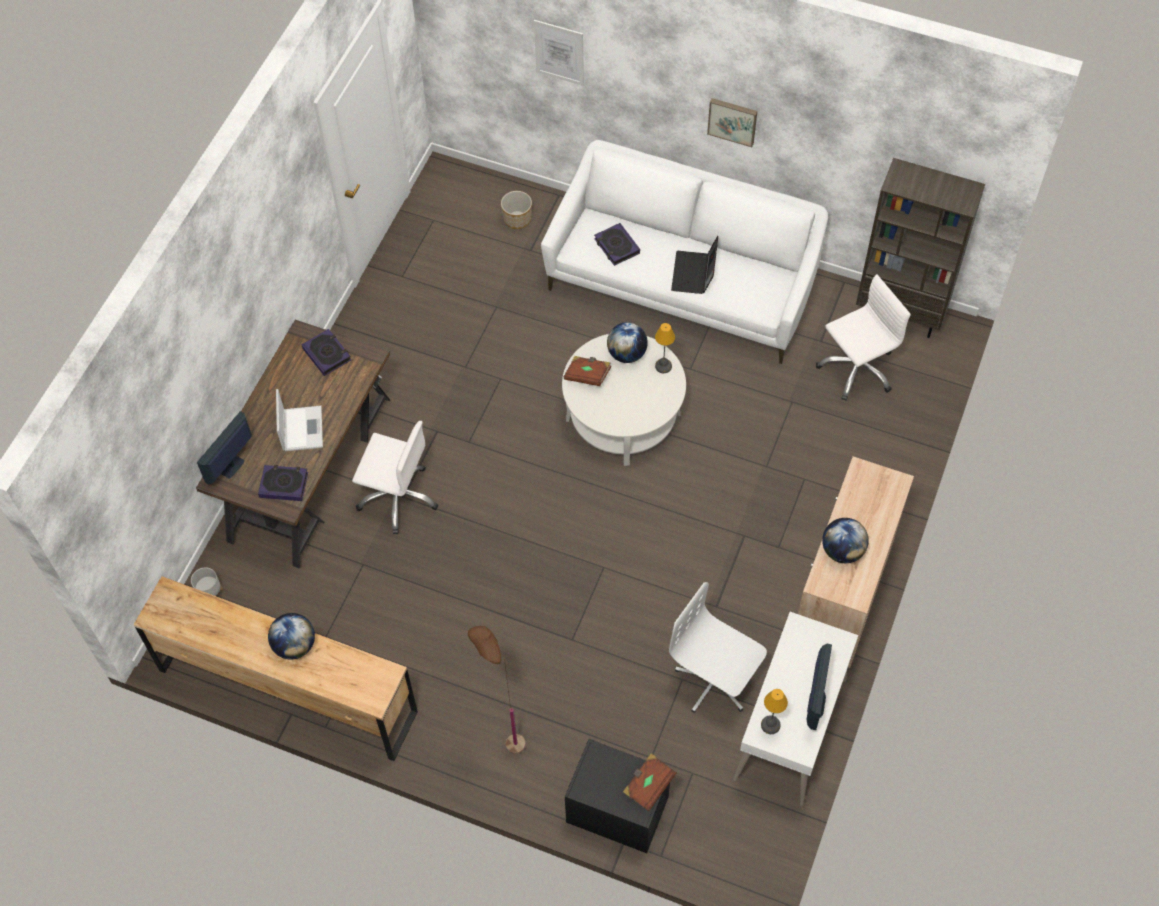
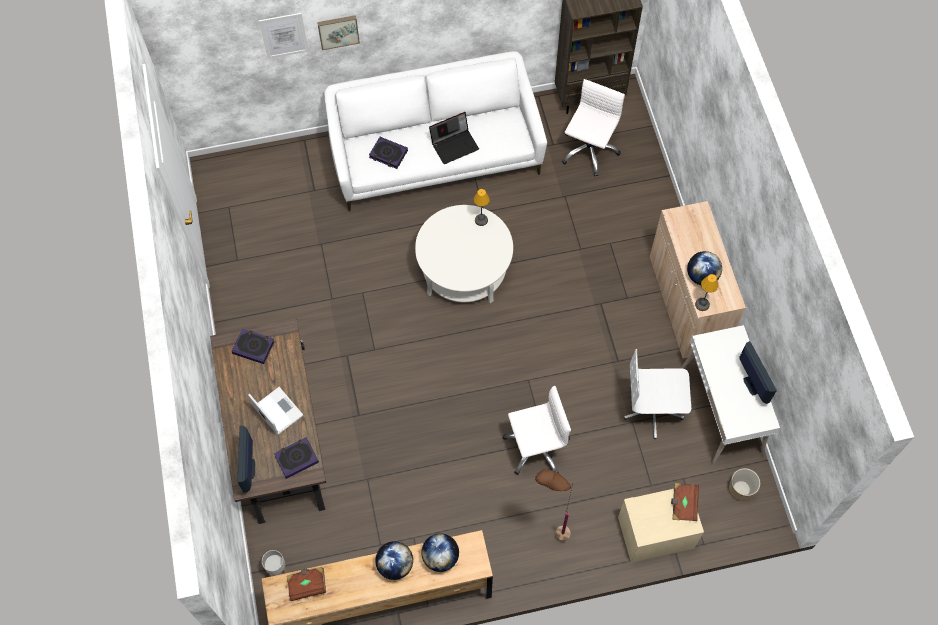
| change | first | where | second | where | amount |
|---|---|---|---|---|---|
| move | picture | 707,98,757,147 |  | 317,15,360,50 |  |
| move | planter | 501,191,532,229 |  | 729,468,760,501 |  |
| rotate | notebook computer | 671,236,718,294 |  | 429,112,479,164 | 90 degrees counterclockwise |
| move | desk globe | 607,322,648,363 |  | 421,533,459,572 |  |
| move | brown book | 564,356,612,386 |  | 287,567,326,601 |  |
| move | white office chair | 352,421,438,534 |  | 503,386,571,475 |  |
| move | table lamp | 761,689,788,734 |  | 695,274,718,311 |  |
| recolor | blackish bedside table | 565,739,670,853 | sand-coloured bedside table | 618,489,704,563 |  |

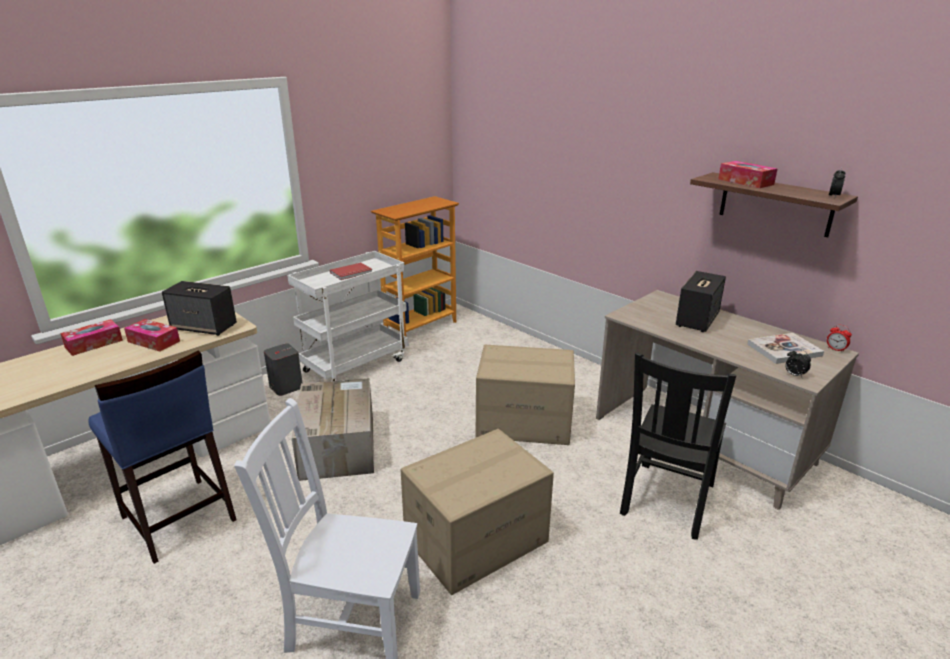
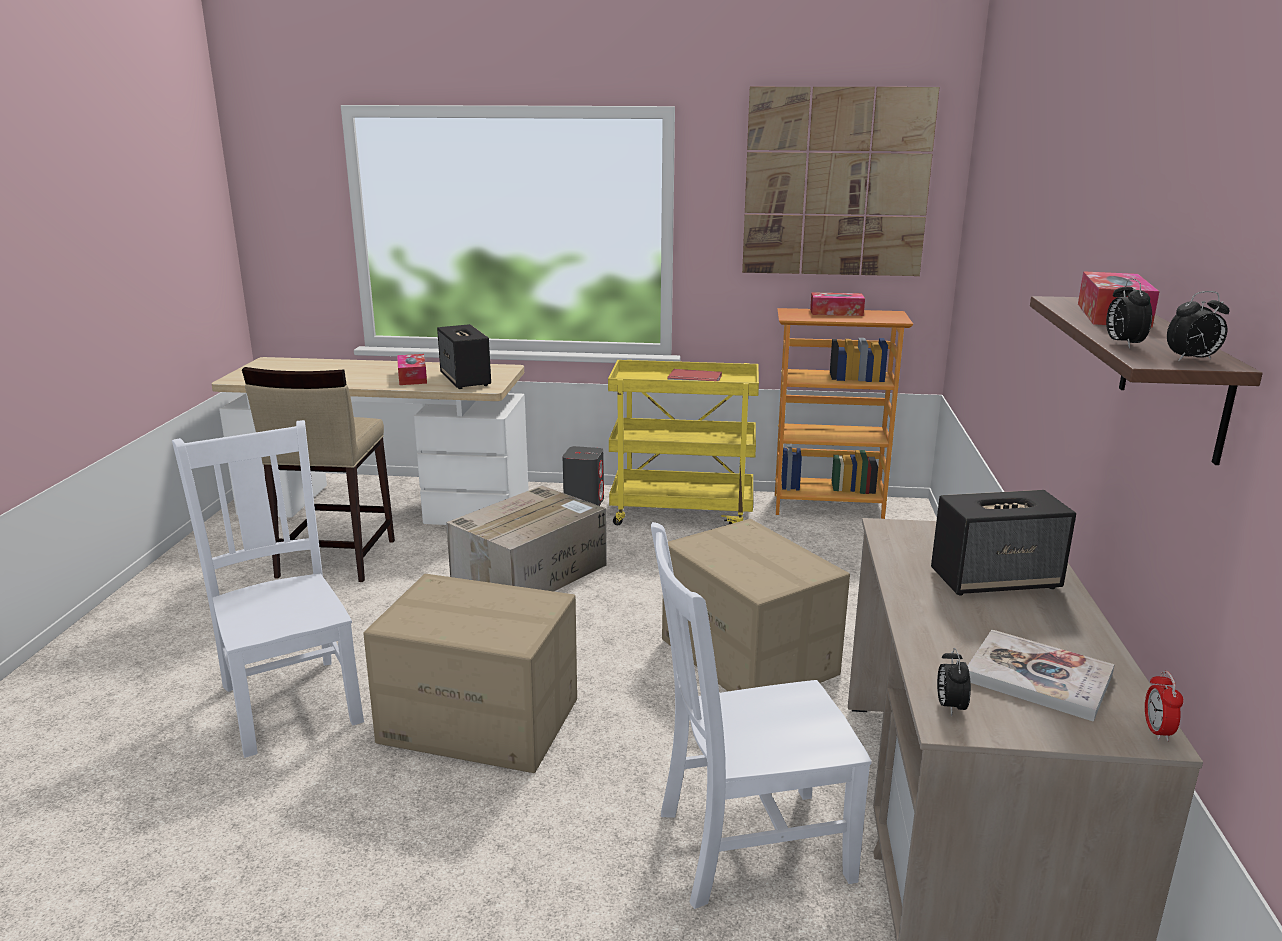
| change | first | where | second | where | amount |
|---|---|---|---|---|---|
| recolor | white cart | 287,251,409,381 | yellow cart | 608,360,759,525 |  |
| move | tissue box | 60,319,123,356 |  | 810,292,865,316 |  |
| recolor | bluish stool | 89,350,237,564 | sand-coloured stool | 242,367,395,582 |  |
| recolor | blackish upright chair | 620,352,736,540 | white upright chair | 651,522,872,909 |  |
| insert |  |  | picture | 742,87,940,276 |  |
| insert |  |  | alarm clock | 1106,278,1152,348 |  |

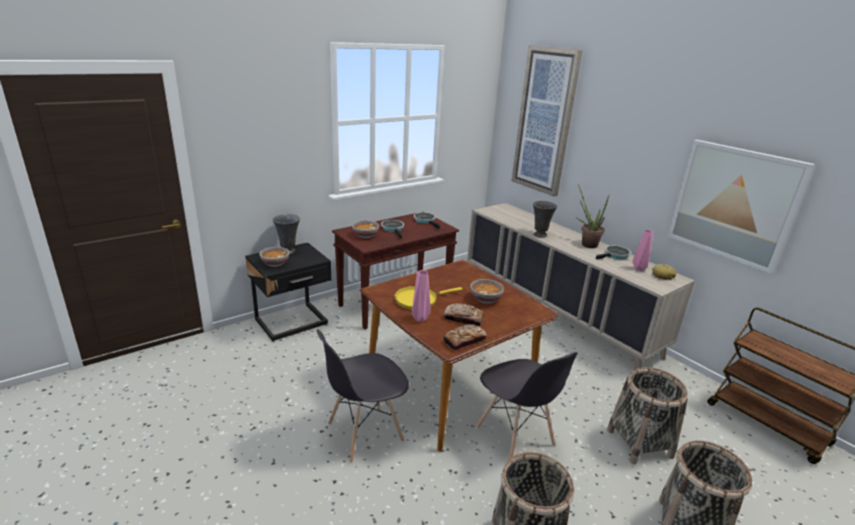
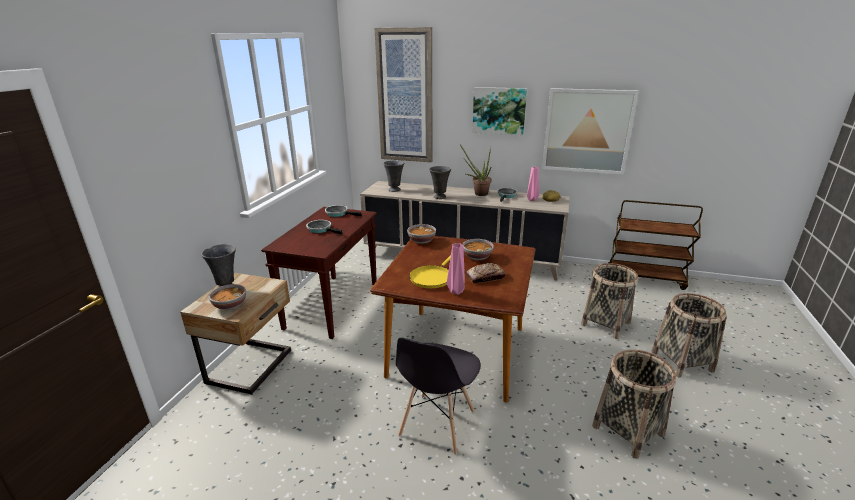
| change | first | where | second | where | amount |
|---|---|---|---|---|---|
| move | bowl | 352,220,379,238 |  | 407,224,436,244 |  |
| recolor | blackish bedside table | 245,243,332,342 | sand-coloured bedside table | 180,273,291,395 |  |
| delete | bread | 443,324,487,351 |  |  |  |
| delete | grey upright chair | 476,352,578,459 |  |  |  |
| insert |  |  | picture | 472,87,527,135 |  |
| insert |  |  | grey decorative vase | 383,160,405,192 |  |

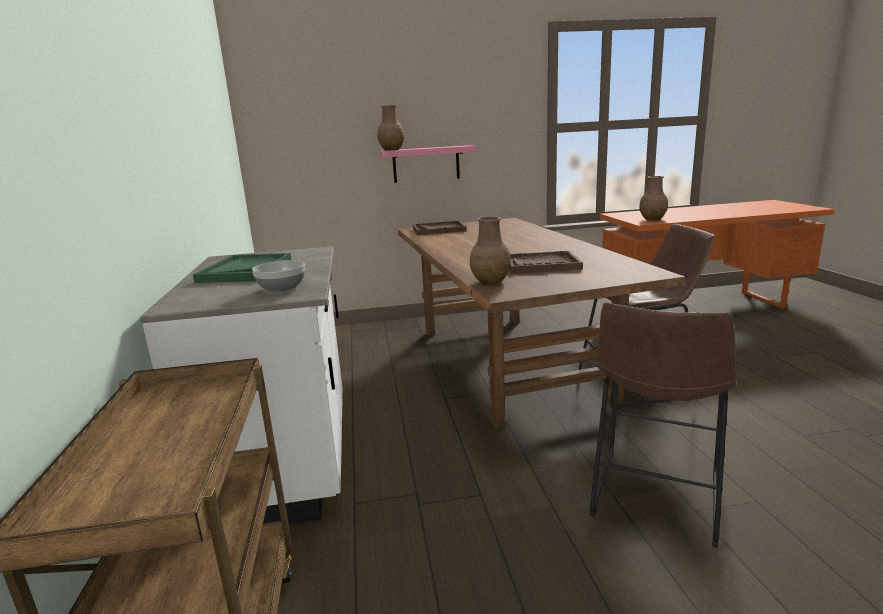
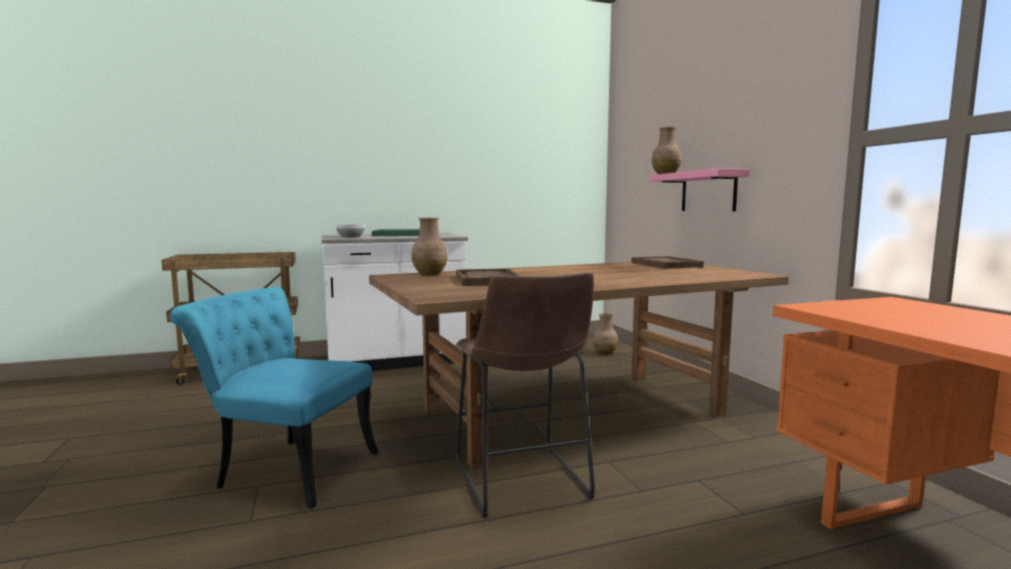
| change | first | where | second | where | amount |
|---|---|---|---|---|---|
| move | brown decorative vase | 639,176,668,220 |  | 593,313,618,354 |  |
| replace | brown stool | 589,303,737,548 | turquoise-coloured upright chair | 170,287,379,509 |  |

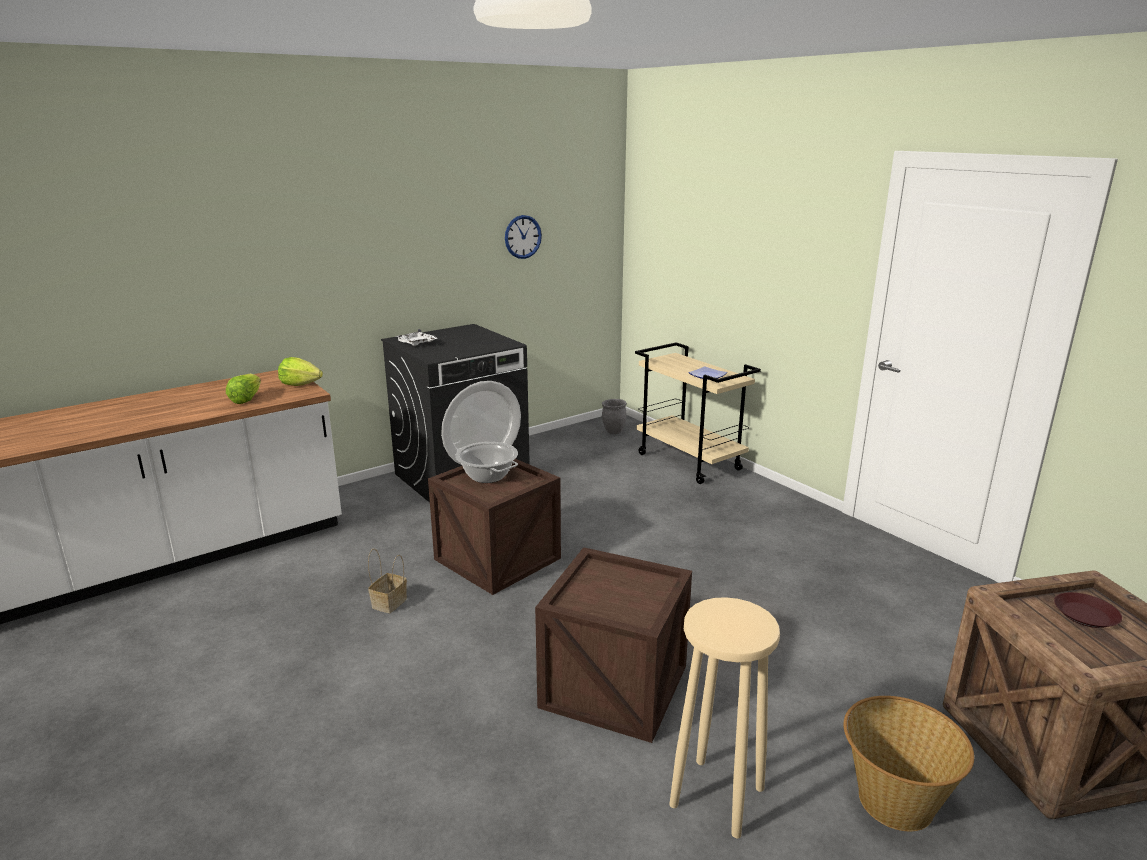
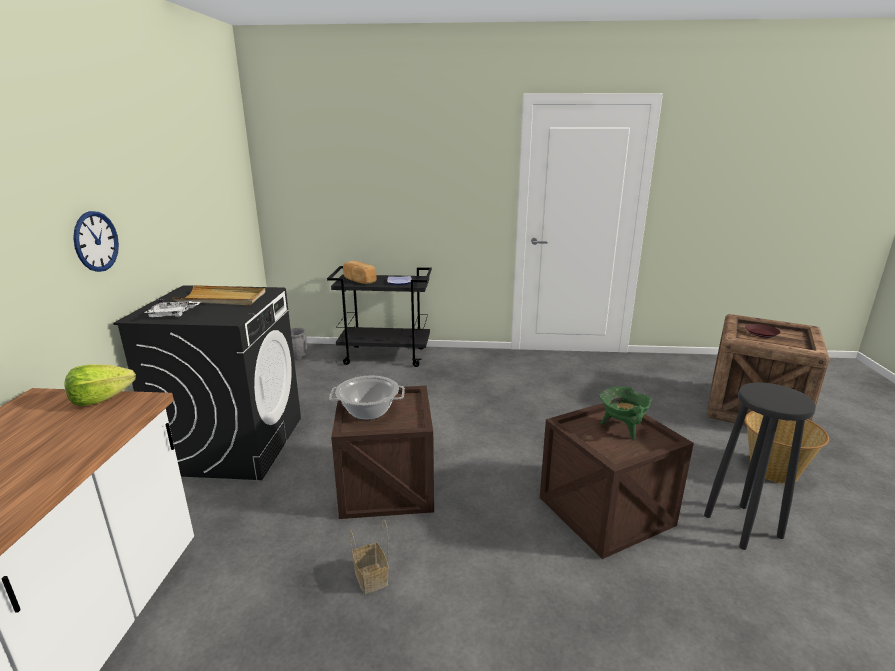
| change | first | where | second | where | amount |
|---|---|---|---|---|---|
| move | clock on the wall | 505,215,542,259 |  | 73,211,119,272 |  |
| recolor | sand-coloured cart | 635,342,761,484 | blackish cart | 327,266,432,367 |  |
| delete | head of lettuce | 226,374,261,404 |  |  |  |
| recolor | sand-coloured stool | 669,597,780,838 | blackish stool | 704,382,816,550 |  |
| insert |  |  | bread | 343,260,377,284 |  |
| insert |  |  | sand-coloured serving tray | 172,285,266,305 |  |
| insert |  |  | greenish saucepot | 599,387,652,440 |  |

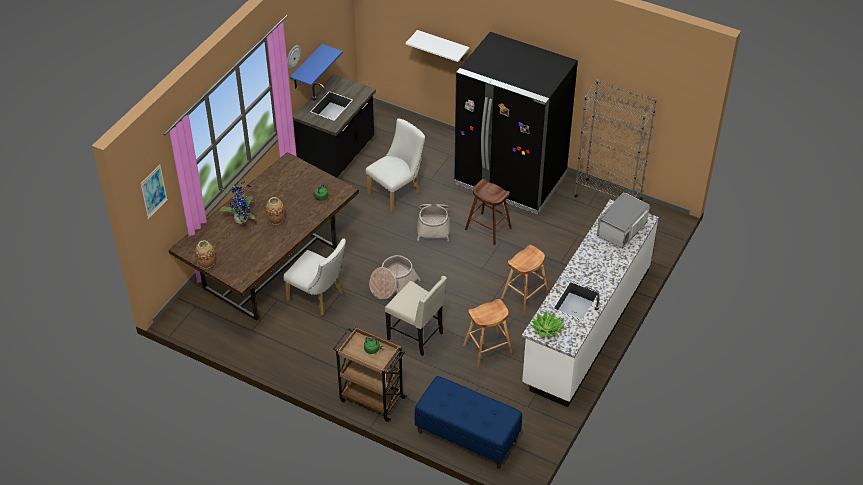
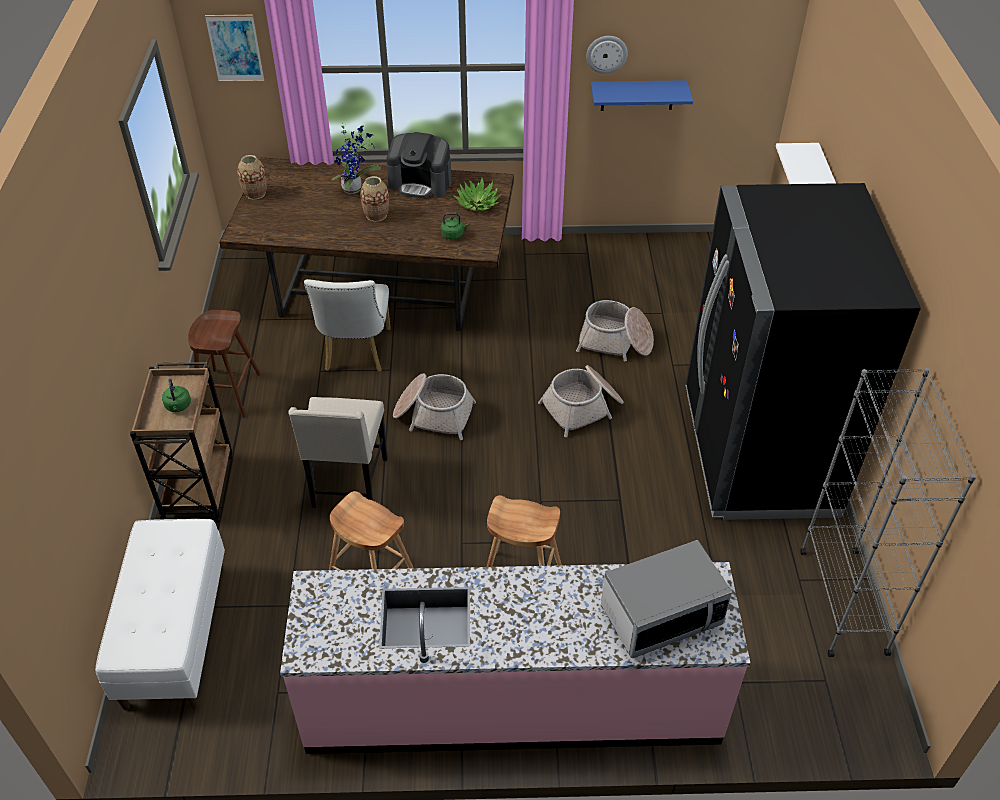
| change | first | where | second | where | amount |
|---|---|---|---|---|---|
| delete | blackish kitchen counter | 293,74,376,178 |  |  |  |
| replace | white upright chair | 365,119,425,212 | basket | 576,300,654,361 |  |
| move | brown stool | 465,179,512,245 |  | 188,310,261,417 |  |
| rotate | microwave | 597,192,650,249 |  | 601,540,732,658 | 150 degrees clockwise |
| recolor | white kitchen counter | 522,200,659,407 | pinkish kitchen counter | 280,562,750,754 |  |
| move | houseplant | 530,311,565,338 |  | 453,177,501,211 |  |
| recolor | bluish indoor bench | 415,376,522,469 | white indoor bench | 96,519,225,710 |  |
| insert |  |  | coffee machine | 386,132,452,198 |  |

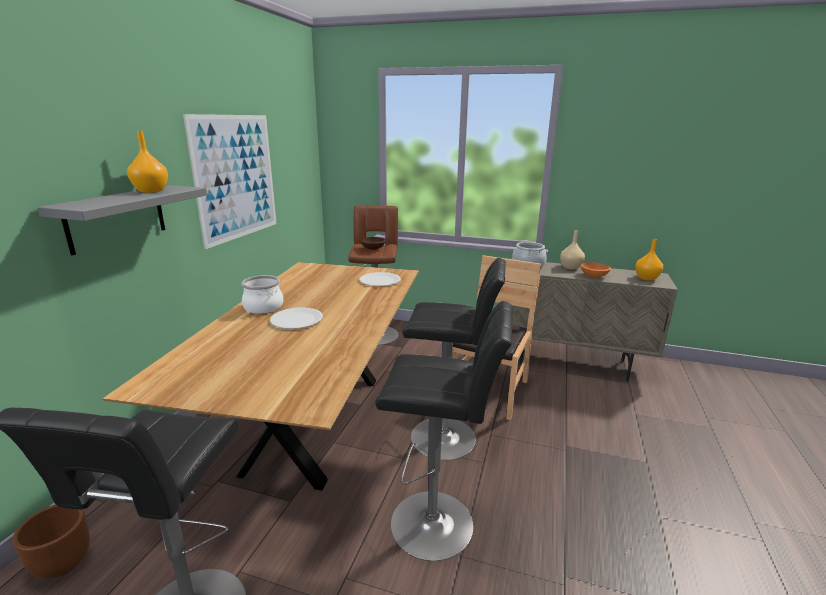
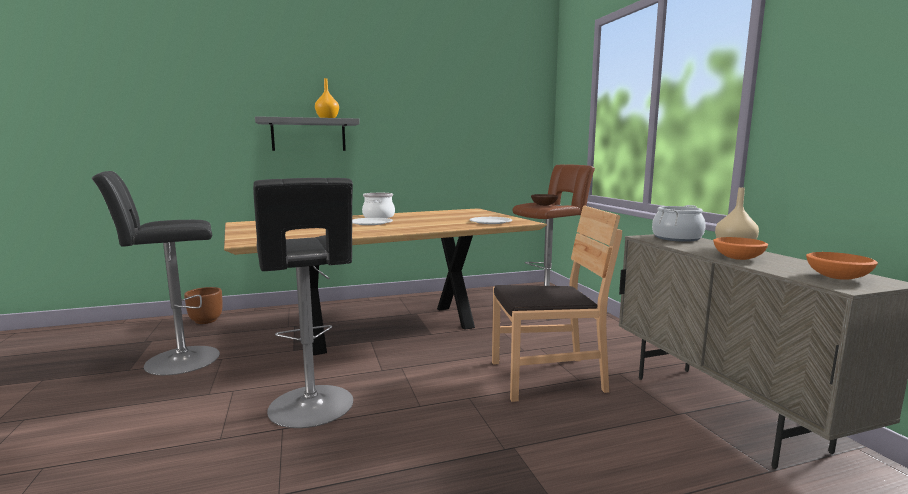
| change | first | where | second | where | amount |
|---|---|---|---|---|---|
| delete | picture | 183,114,277,249 |  |  |  |
| replace | orangey decorative vase | 635,239,663,281 | orangey bowl | 806,252,878,280 |  |
| delete | blackish stool | 402,258,506,460 |  |  |  |

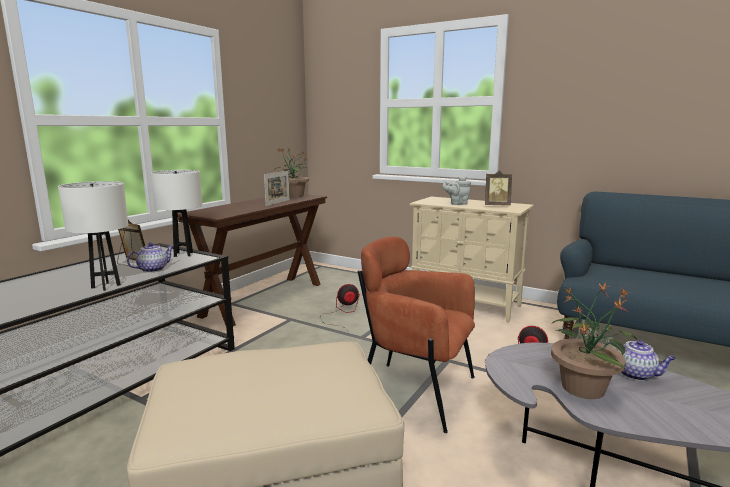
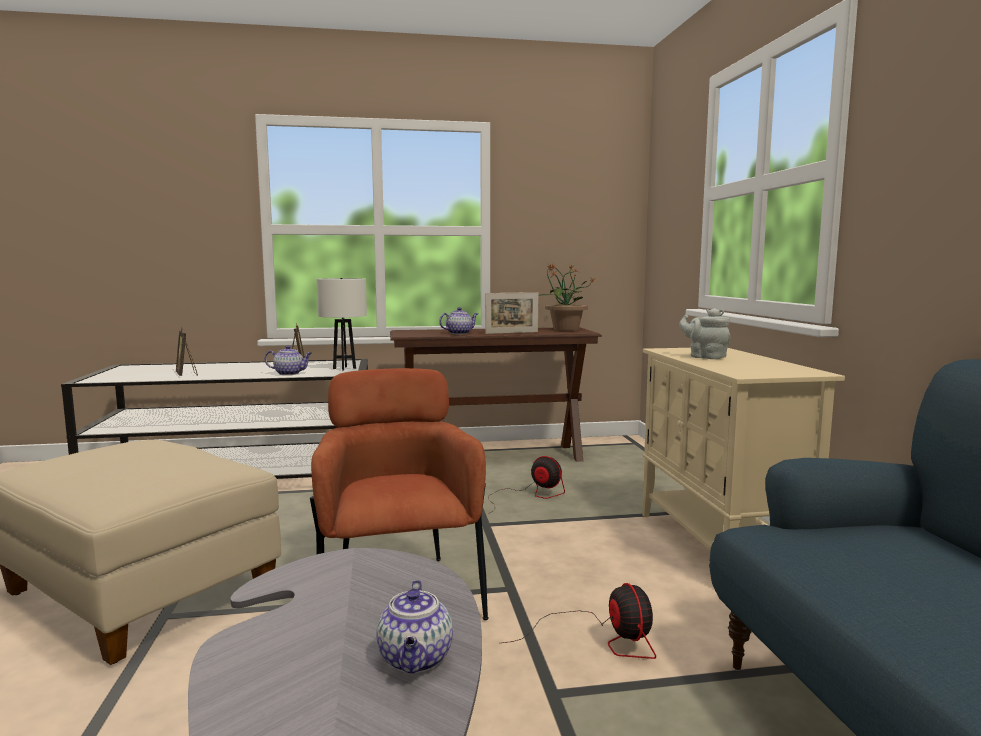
| change | first | where | second | where | amount |
|---|---|---|---|---|---|
| move | photo frame | 485,170,512,206 |  | 176,328,198,376 |  |
| delete | white table lamp | 58,181,129,291 |  |  |  |
| delete | houseplant | 551,283,637,399 |  |  |  |
| insert |  |  | pot for tea | 439,307,478,334 |  |

